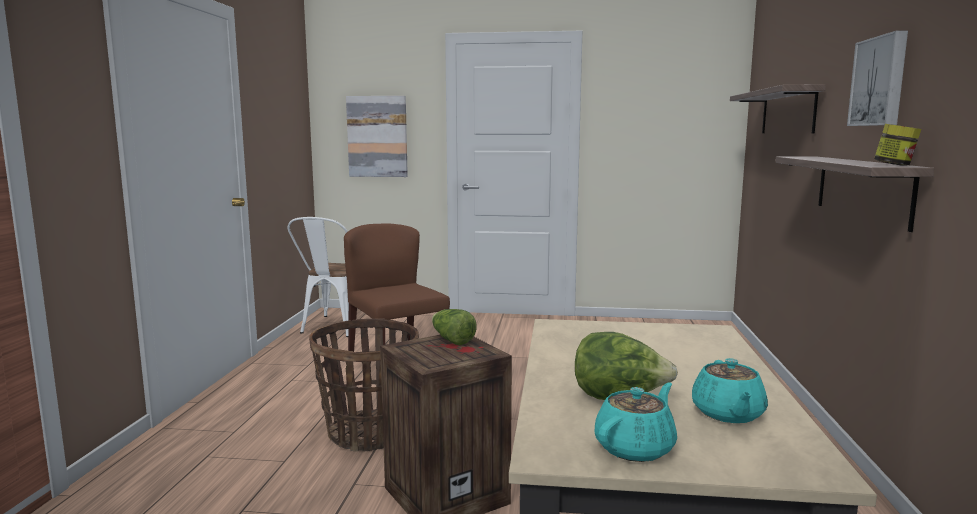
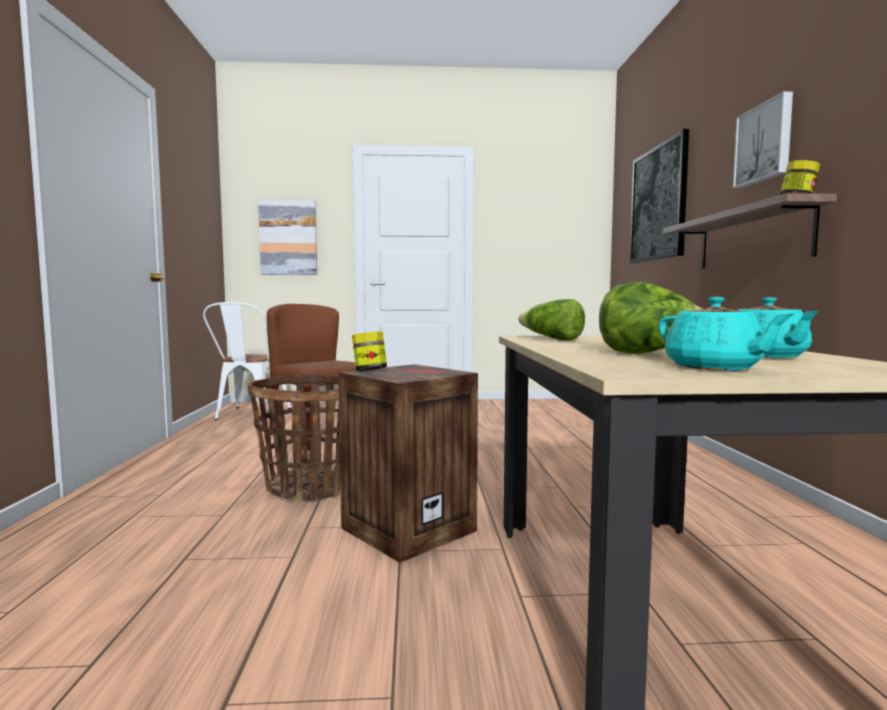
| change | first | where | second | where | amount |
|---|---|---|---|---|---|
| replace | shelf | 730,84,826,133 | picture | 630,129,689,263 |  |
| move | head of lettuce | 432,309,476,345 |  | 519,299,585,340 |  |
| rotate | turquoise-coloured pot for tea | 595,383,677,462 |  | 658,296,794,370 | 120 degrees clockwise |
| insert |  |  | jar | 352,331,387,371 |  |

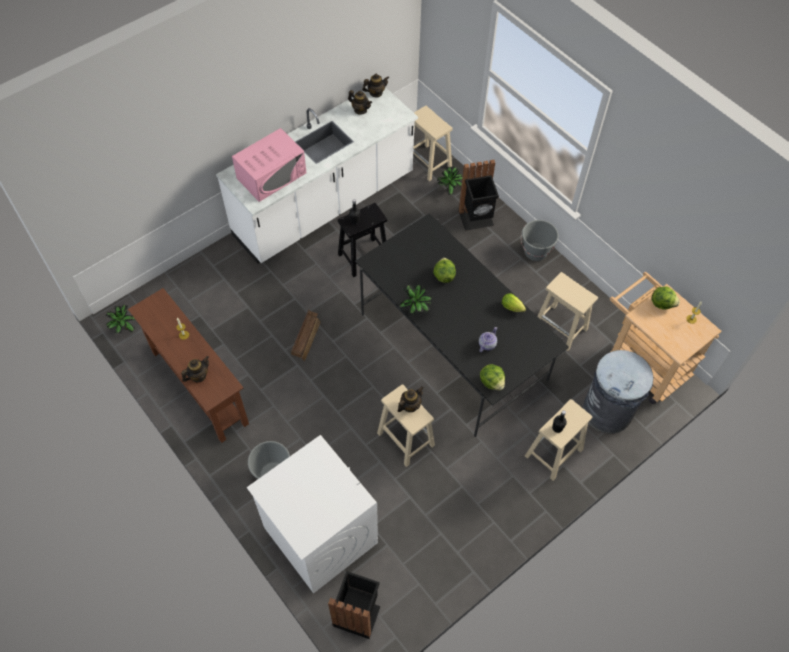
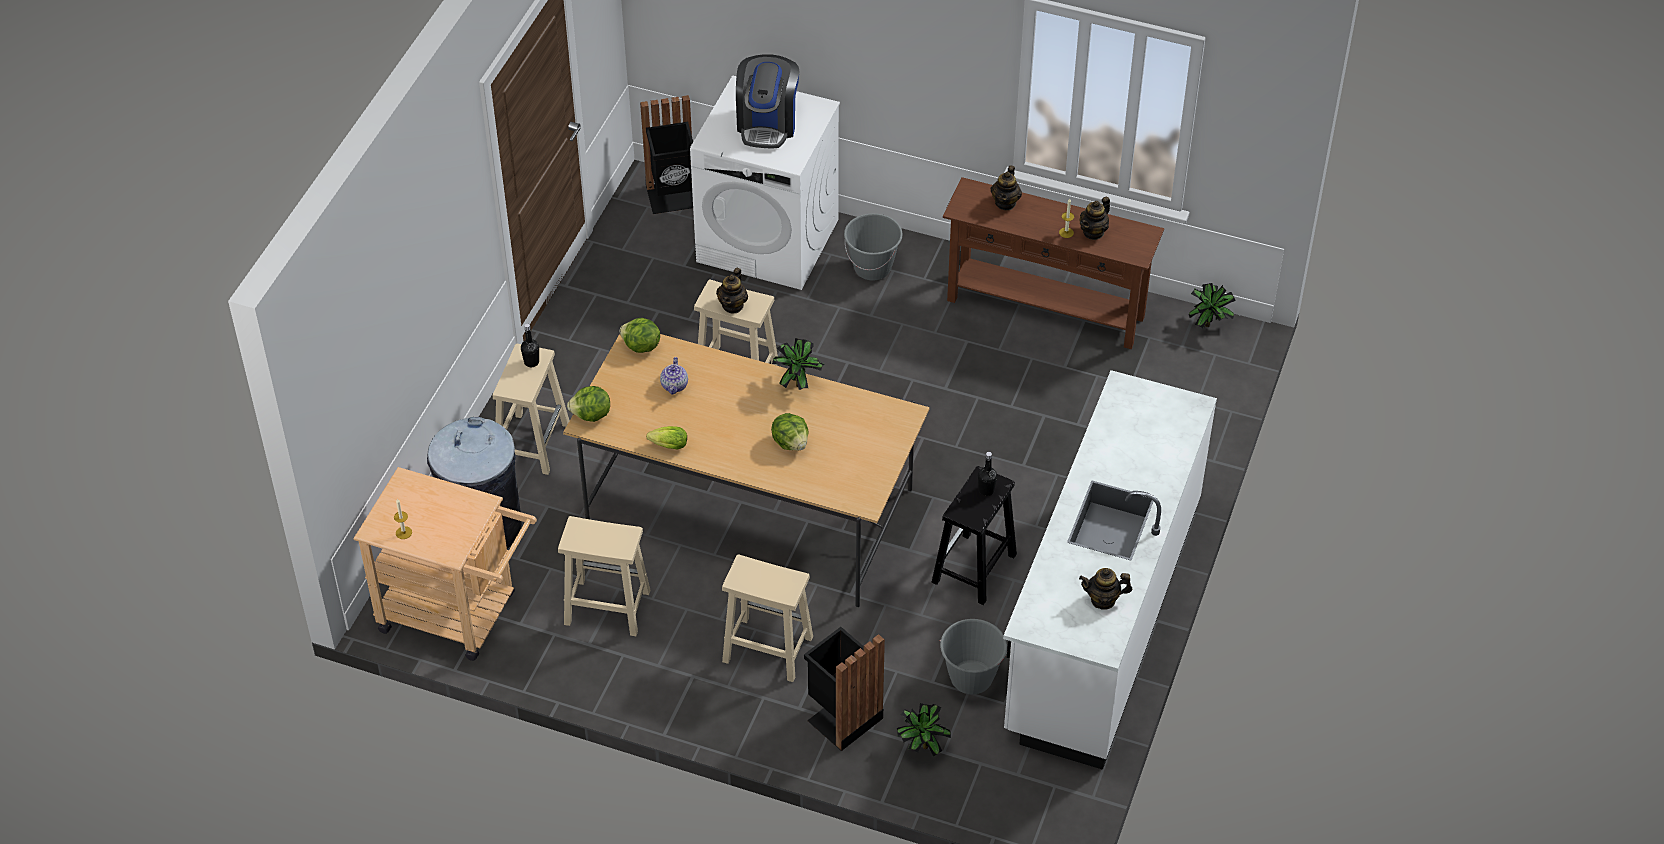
| change | first | where | second | where | amount |
|---|---|---|---|---|---|
| move | pot for tea | 362,74,389,98 |  | 1080,197,1110,240 |  |
| move | sand-coloured stool | 413,106,453,181 |  | 722,554,813,682 |  |
| delete | pinkish microwave | 232,128,306,202 |  |  |  |
| recolor | blackish kitchen table | 355,213,569,437 | sand-coloured kitchen table | 563,334,930,607 |  |
| move | grey pail | 521,220,559,261 |  | 940,619,1007,694 |  |
| move | head of lettuce | 652,287,680,310 |  | 567,386,610,422 |  |
| delete | packing crate | 291,310,321,361 |  |  |  |
| insert |  |  | coffee machine | 736,54,799,149 |  |

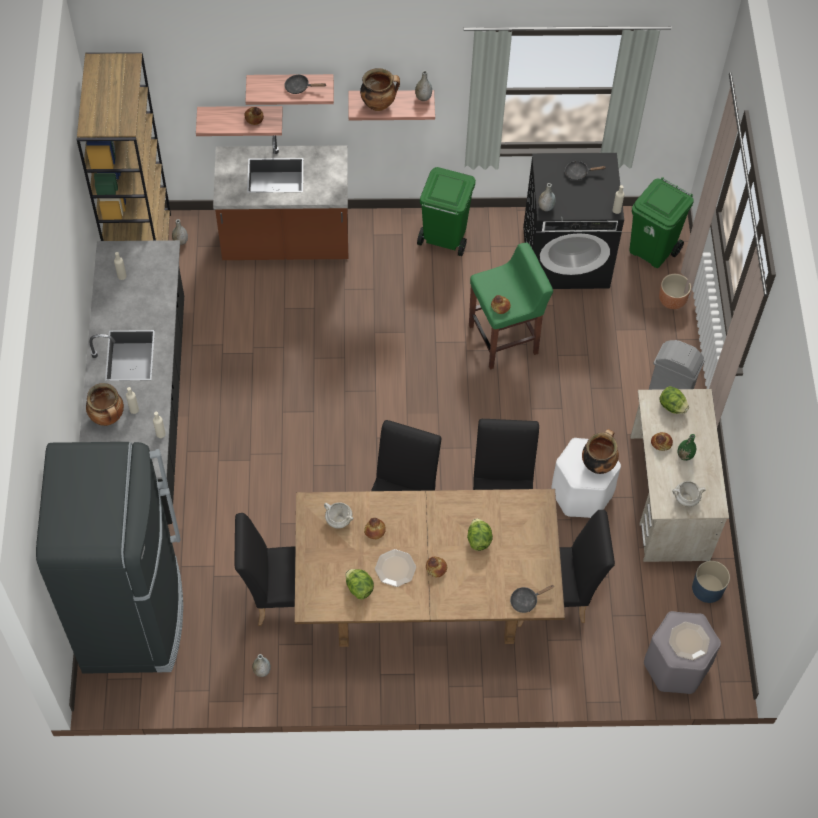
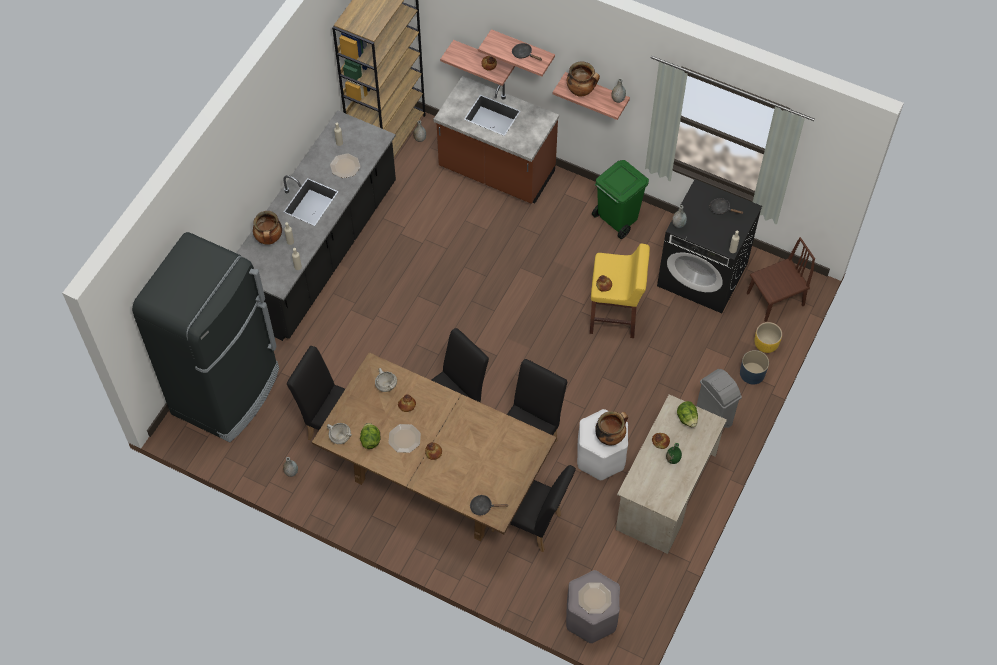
| change | first | where | second | where | amount |
|---|---|---|---|---|---|
| replace | greenish rubbish bin | 629,177,694,268 | brown upright chair | 747,237,815,322 |  |
| recolor | greenish stool | 469,243,553,370 | yellow stool | 590,243,650,338 |  |
| recolor | brown planter | 659,274,691,309 | yellow planter | 754,322,782,353 |  |
| move | white saucepot | 672,481,706,507 |  | 327,423,352,444 |  |
| delete | head of lettuce | 467,519,493,551 |  |  |  |
| move | bluish planter | 692,561,730,603 |  | 740,350,769,384 |  |
| insert |  |  | flat dish | 330,153,360,178 |  |

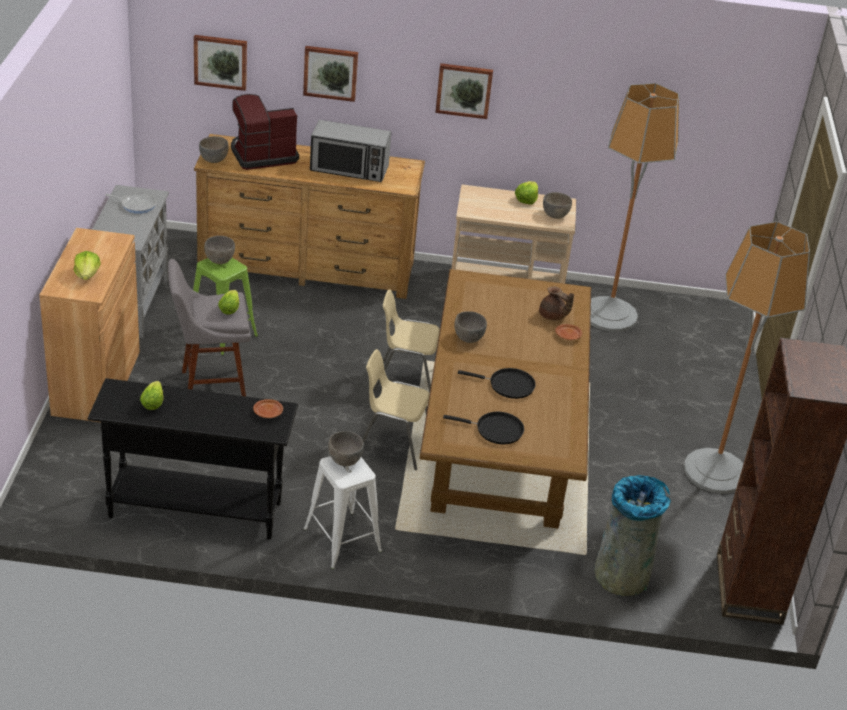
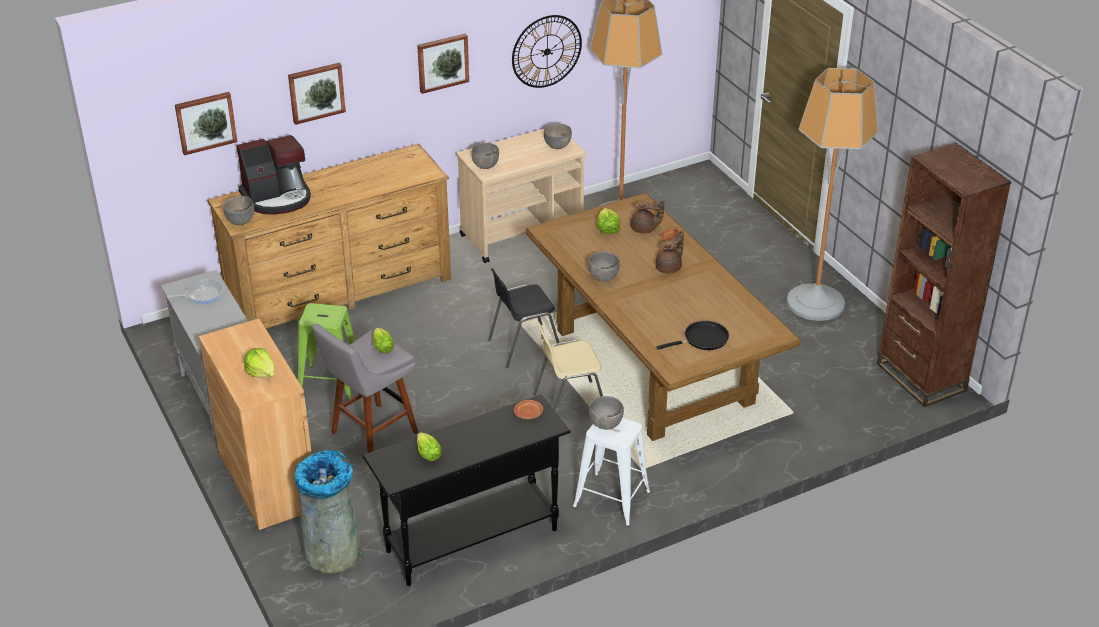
| change | first | where | second | where | amount |
|---|---|---|---|---|---|
| rotate | coffee machine | 231,94,299,170 |  | 237,135,311,215 | 150 degrees counterclockwise |
| delete | microwave | 310,120,391,182 |  |  |  |
| move | head of lettuce | 515,181,538,205 |  | 597,208,620,234 |  |
| move | grey bowl | 204,236,235,264 |  | 471,143,499,169 |  |
| recolor | sand-coloured upright chair | 374,289,440,393 | blackish upright chair | 488,268,559,368 |  |
| delete | blackish frying pan | 458,368,536,399 |  |  |  |
| move | grey rubbish bin | 594,475,671,596 |  | 295,451,362,574 |  |
| insert |  |  | clock on the wall | 512,15,582,88 |  |
| insert |  |  | brown pot for tea | 655,230,684,274 |  |

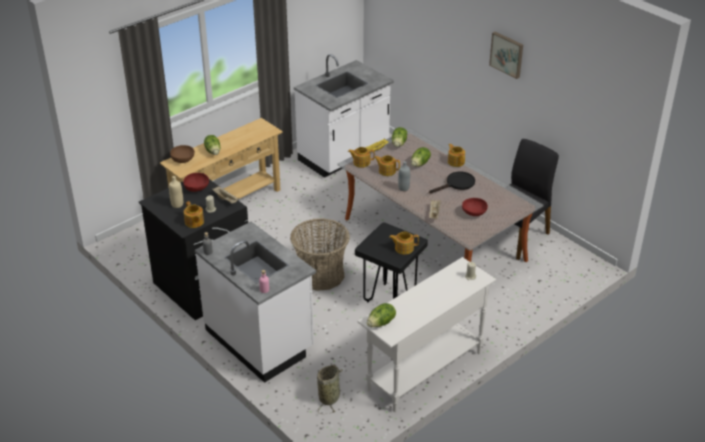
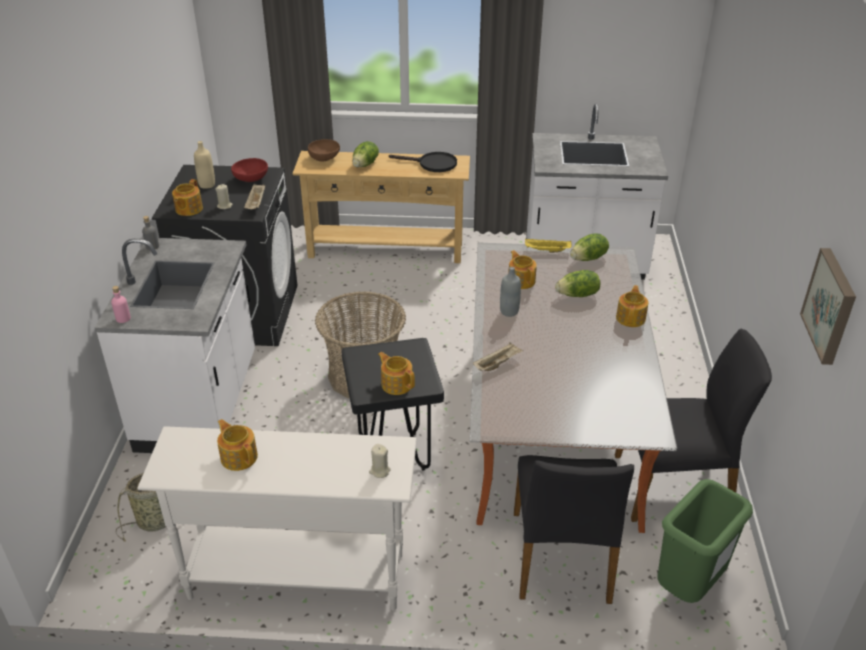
| change | first | where | second | where | amount |
|---|---|---|---|---|---|
| move | picture | 489,32,523,79 |  | 800,248,856,365 |  |
| move | pot for tea | 348,147,375,168 |  | 217,419,258,471 |  |
| move | blackish frying pan | 429,171,475,193 |  | 389,152,457,172 |  |
| delete | red bowl | 462,198,488,216 |  |  |  |
| delete | head of lettuce | 367,303,396,327 |  |  |  |
| insert |  |  | blackish upright chair | 514,455,634,604 |  |
| insert |  |  | greenish rubbish bin | 658,479,753,603 |  |

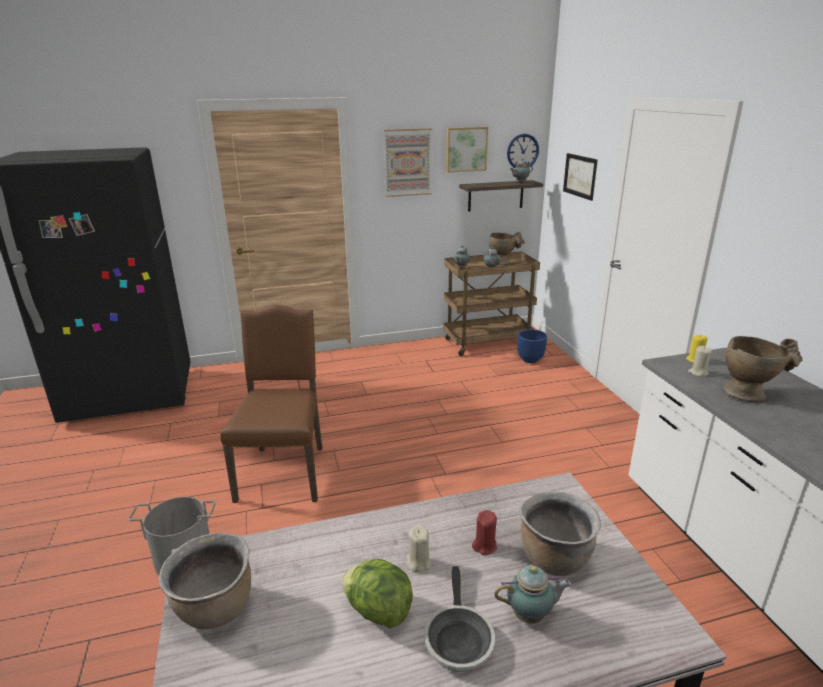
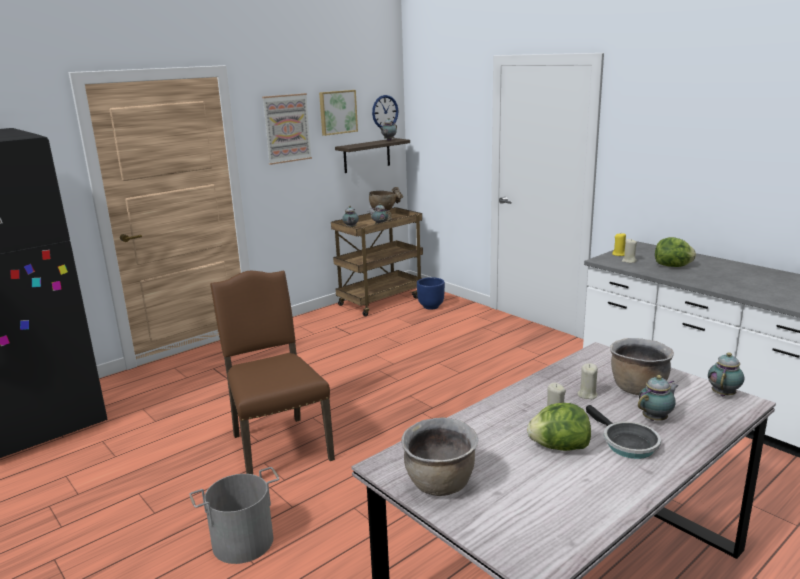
| change | first | where | second | where | amount |
|---|---|---|---|---|---|
| delete | picture | 563,153,598,201 |  |  |  |
| replace | sand-coloured decorative vase | 723,336,803,402 | head of lettuce | 655,237,696,267 |  |
| recolor | red wax candle | 472,510,497,555 | sand-coloured wax candle | 577,363,598,399 |  |
| insert |  |  | pot for tea | 708,352,744,396 |  |

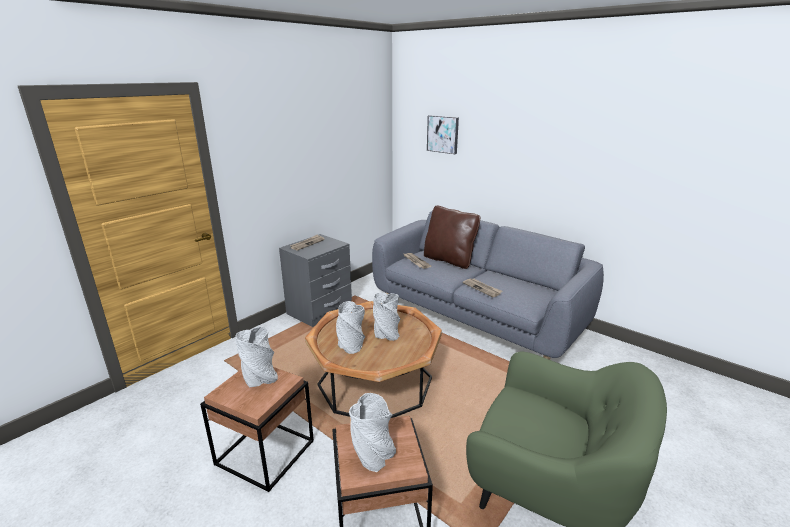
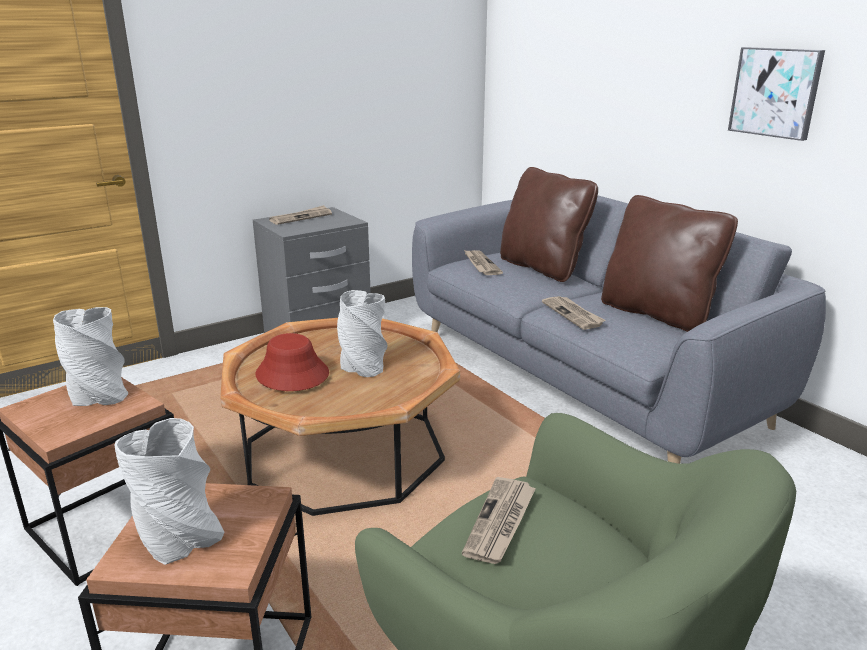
| change | first | where | second | where | amount |
|---|---|---|---|---|---|
| move | picture | 427,115,459,154 |  | 728,47,825,141 |  |
| replace | grey decorative vase | 336,301,365,354 | red clothing hat | 255,333,329,391 |  |
| insert |  |  | brown throw pillow | 601,195,738,332 |  |
| insert |  |  | newspaper | 462,477,536,564 |  |

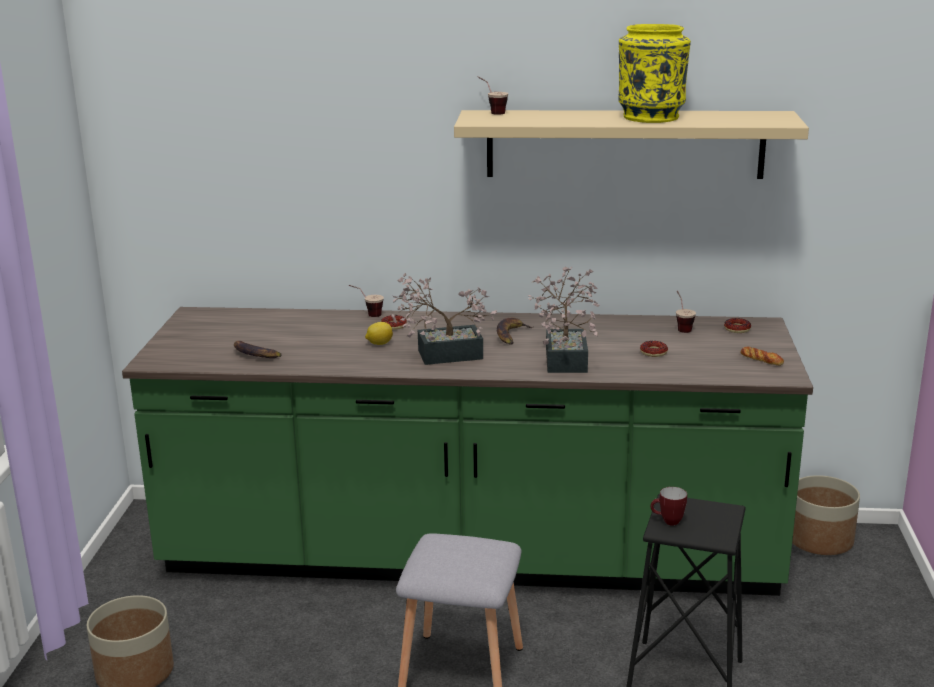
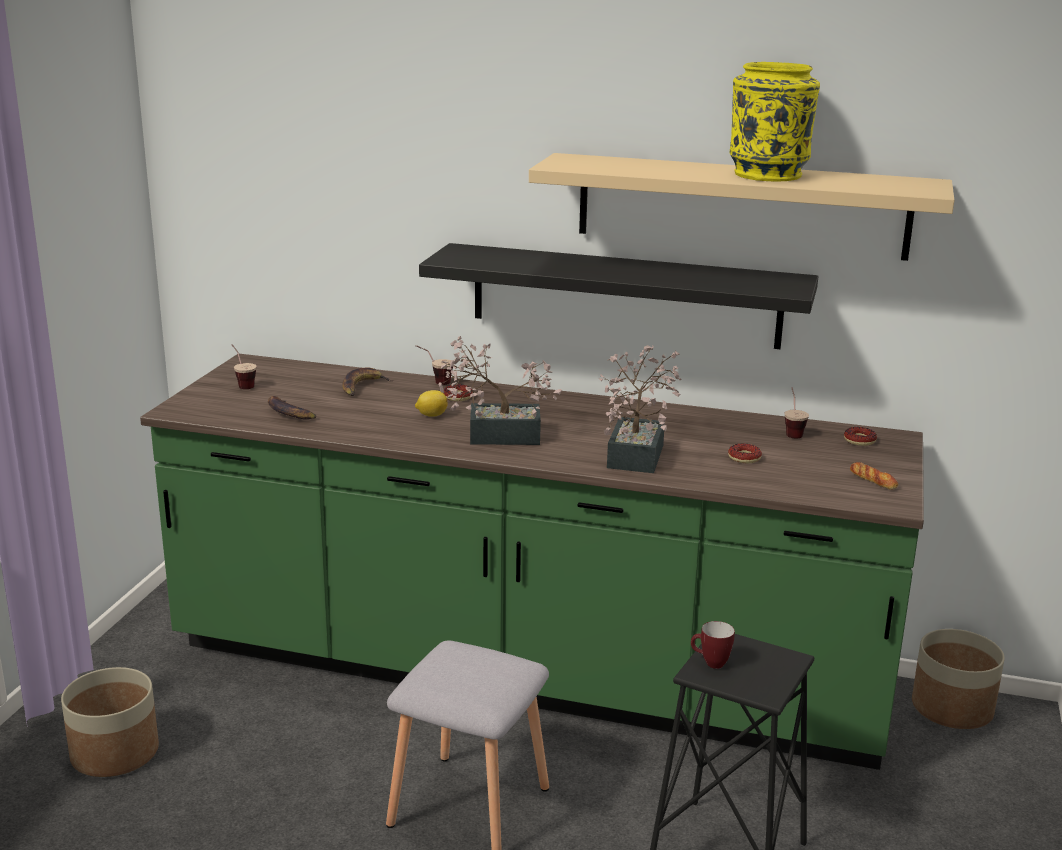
| change | first | where | second | where | amount |
|---|---|---|---|---|---|
| move | small cup | 478,76,508,115 |  | 231,344,257,389 |  |
| move | banana fruit | 497,318,533,345 |  | 342,368,394,396 |  |
| insert |  |  | blackish shelf | 419,243,818,349 |  |

